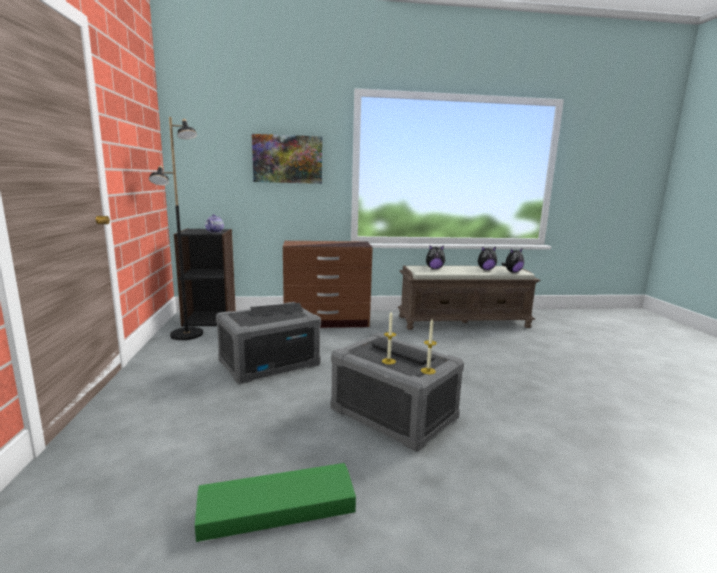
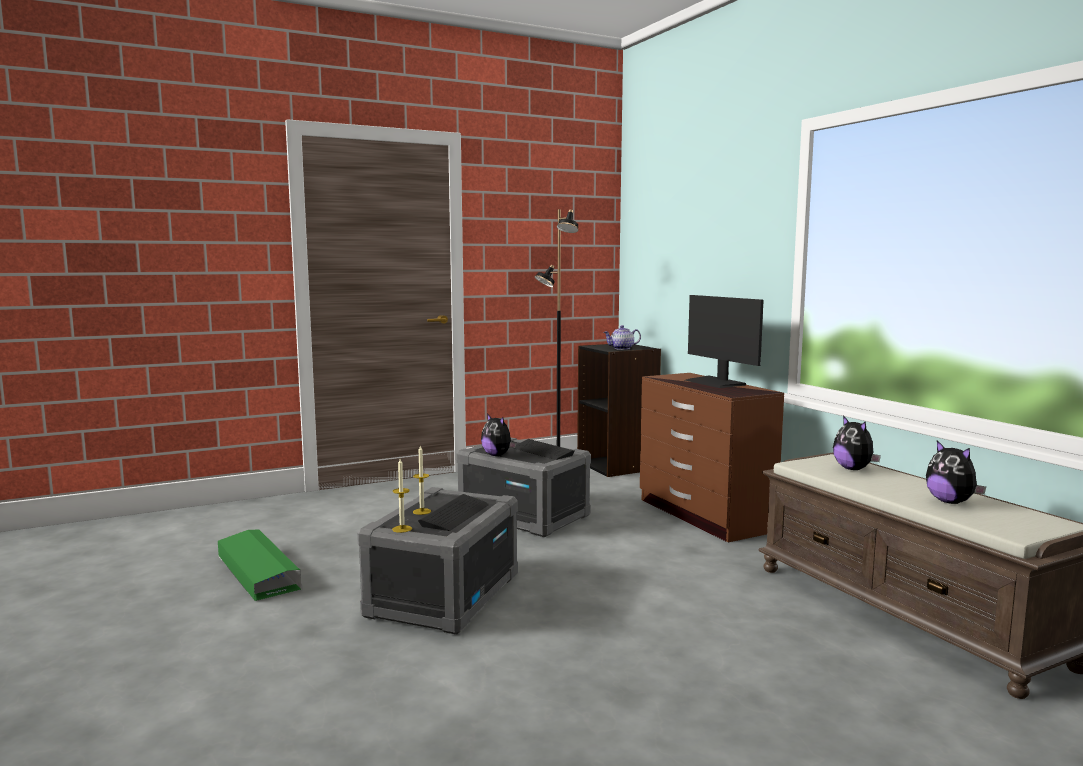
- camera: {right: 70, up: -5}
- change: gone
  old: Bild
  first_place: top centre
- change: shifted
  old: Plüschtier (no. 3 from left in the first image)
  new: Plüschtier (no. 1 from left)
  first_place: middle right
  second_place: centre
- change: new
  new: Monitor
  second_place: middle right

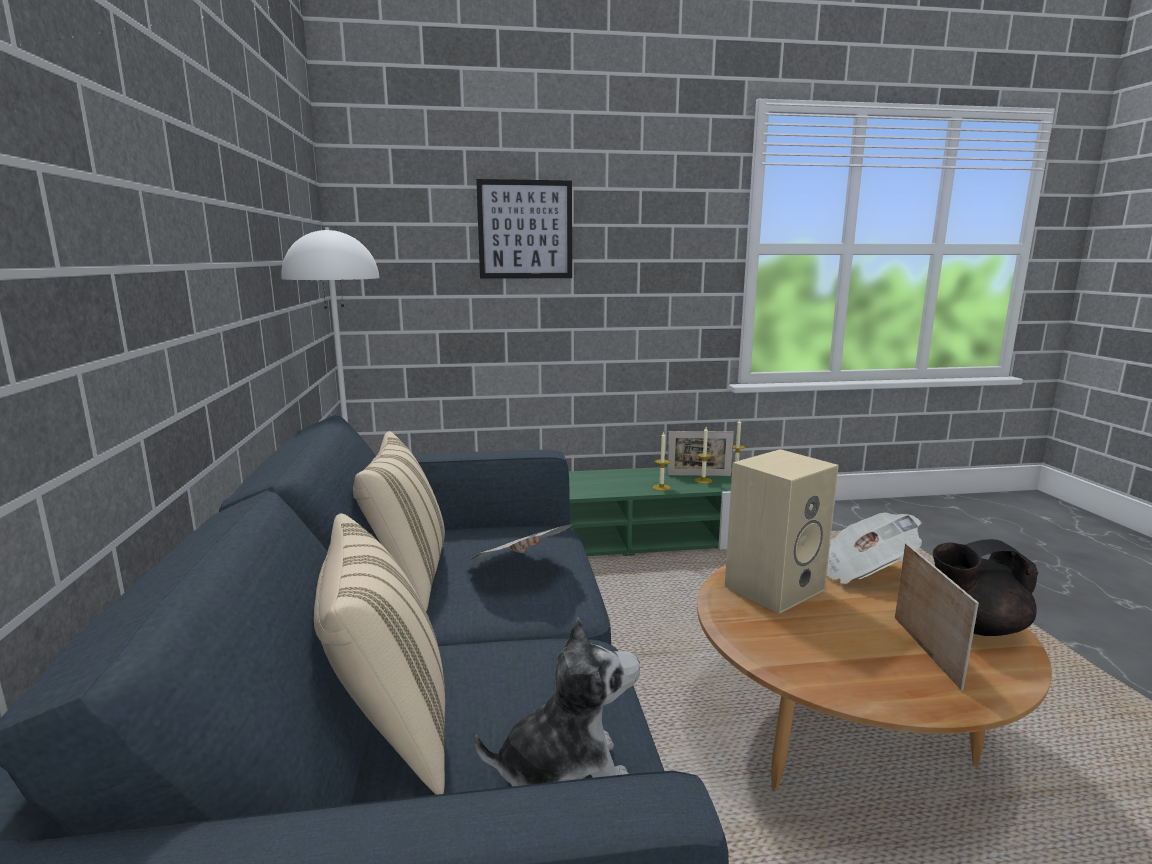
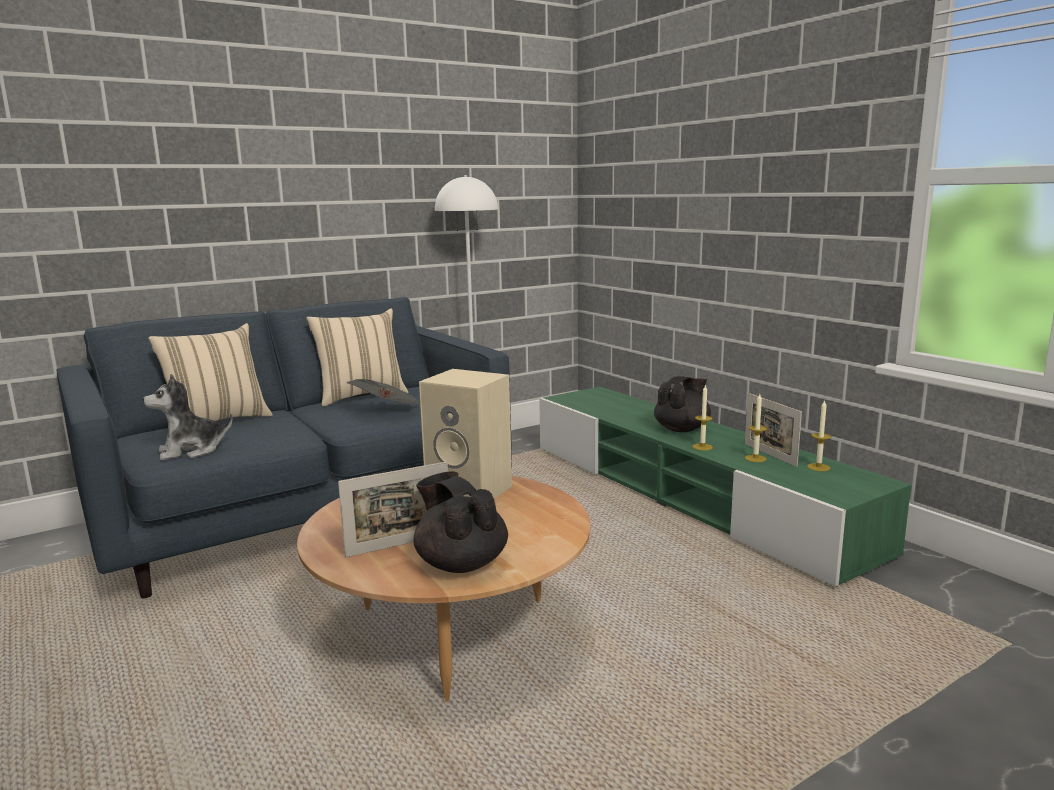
- camera: {right: 65, up: 0}
- change: rotated
  old: Plüschtier
  first_place: bottom centre
  second_place: middle left
  degrees: 105
- change: gone
  old: Bild
  first_place: top centre
- change: gone
  old: Zeitung (no. 2 from left)
  first_place: middle right
- change: new
  new: Teekanne/schwarz (no. 2 from left)
  second_place: centre

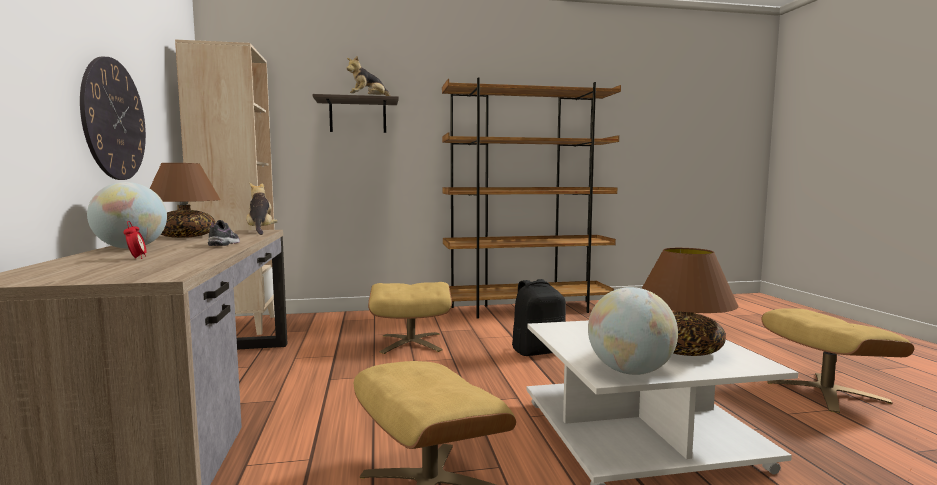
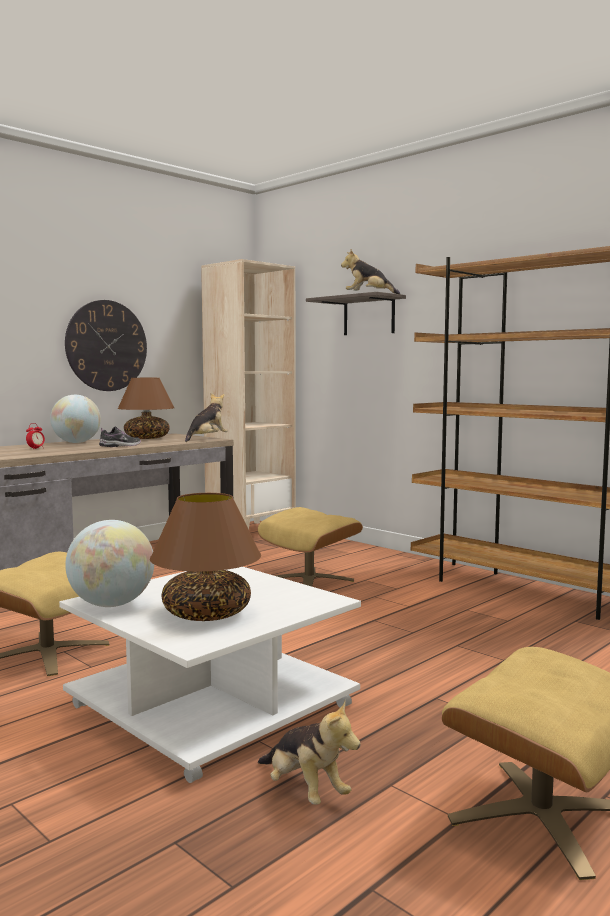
- camera: {right: 55, up: 0}
- change: gone
  old: Rucksack/schwarz
  first_place: centre
- change: new
  new: Plüschtier (no. 2 from left)
  second_place: bottom centre

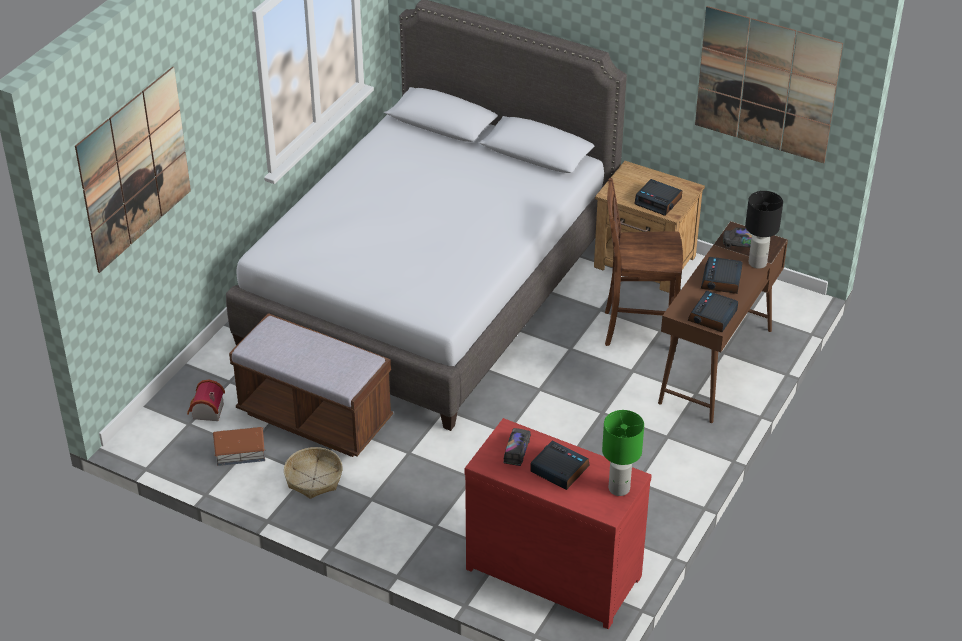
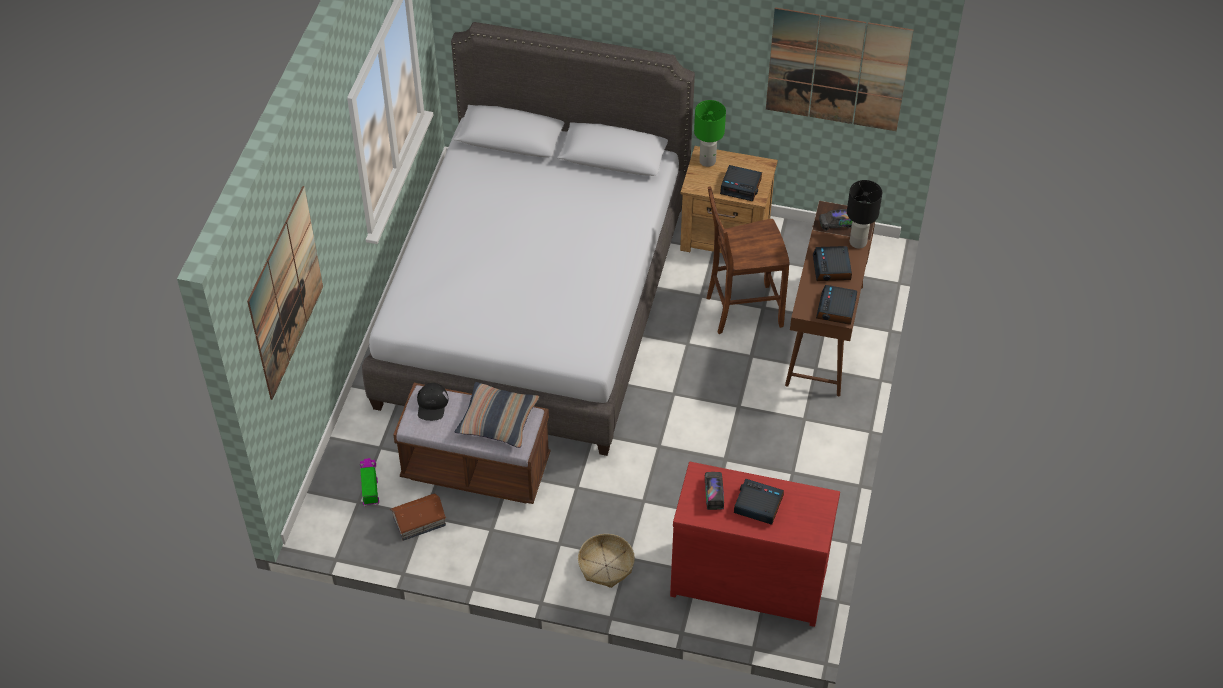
- camera: {right: -15, up: 10}
- change: swapped
  old: Spielzeughaus (no. 1 from left)
  new: Spielzeuglaster (no. 1 from left)
  first_place: middle left
  second_place: bottom left
- change: shifted
  old: Korb
  first_place: bottom left
  second_place: bottom centre
- change: shifted
  old: Tischlampe/grün
  first_place: bottom centre
  second_place: top centre
- change: new
  new: Kappe/schwarz
  second_place: centre
- change: new
  new: Kissen
  second_place: centre

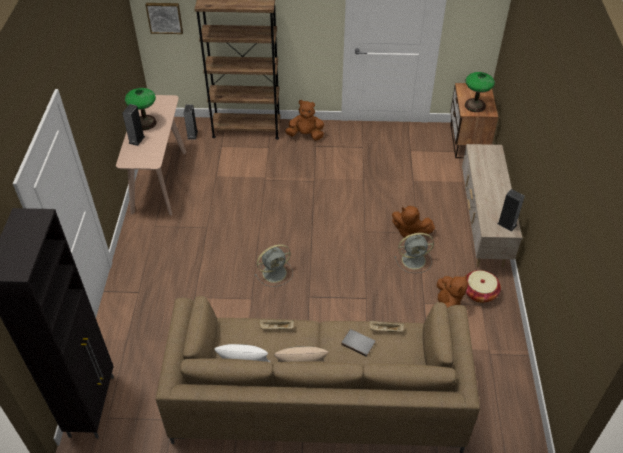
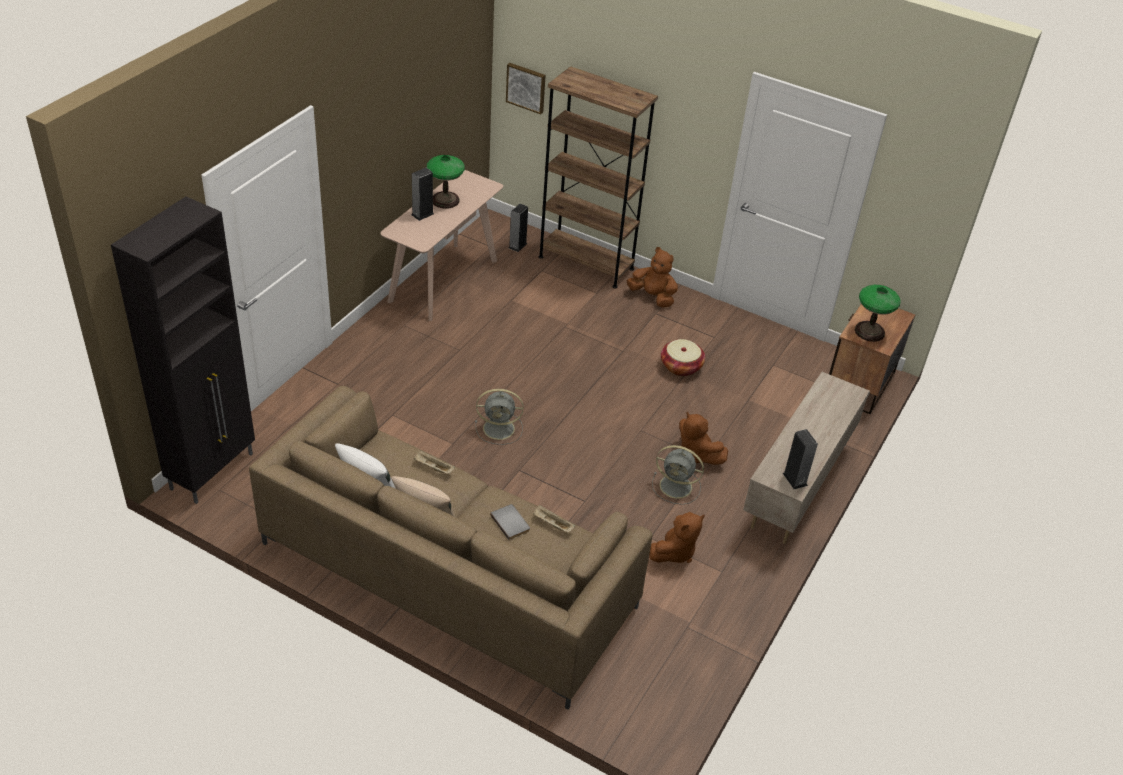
- camera: {right: 25, up: -5}
- change: shifted
  old: Korb
  first_place: middle right
  second_place: centre

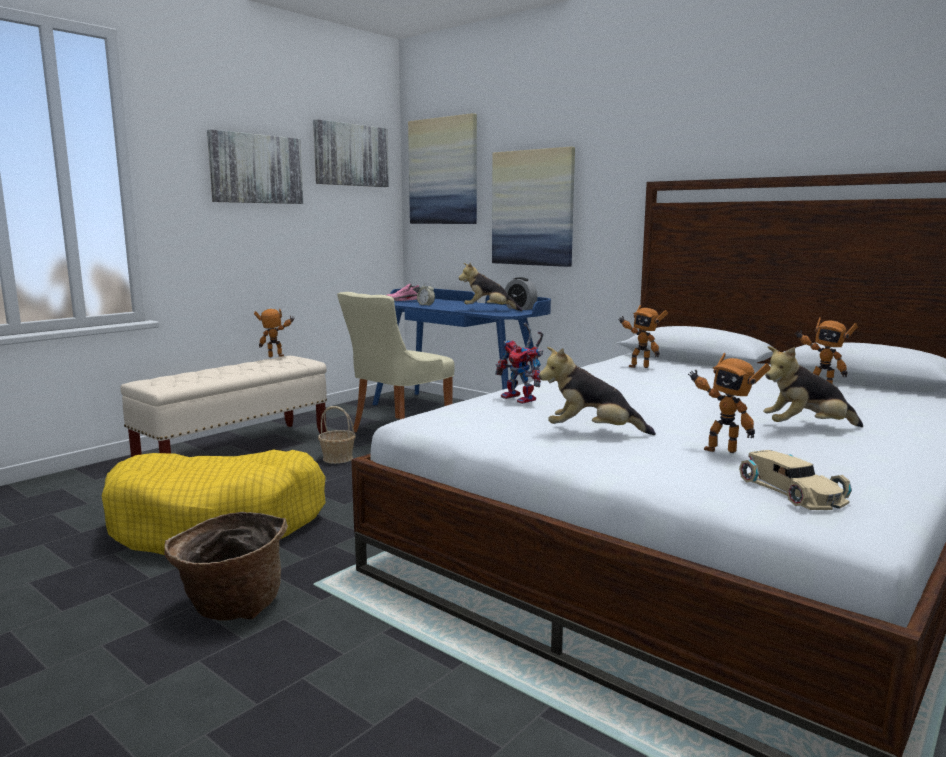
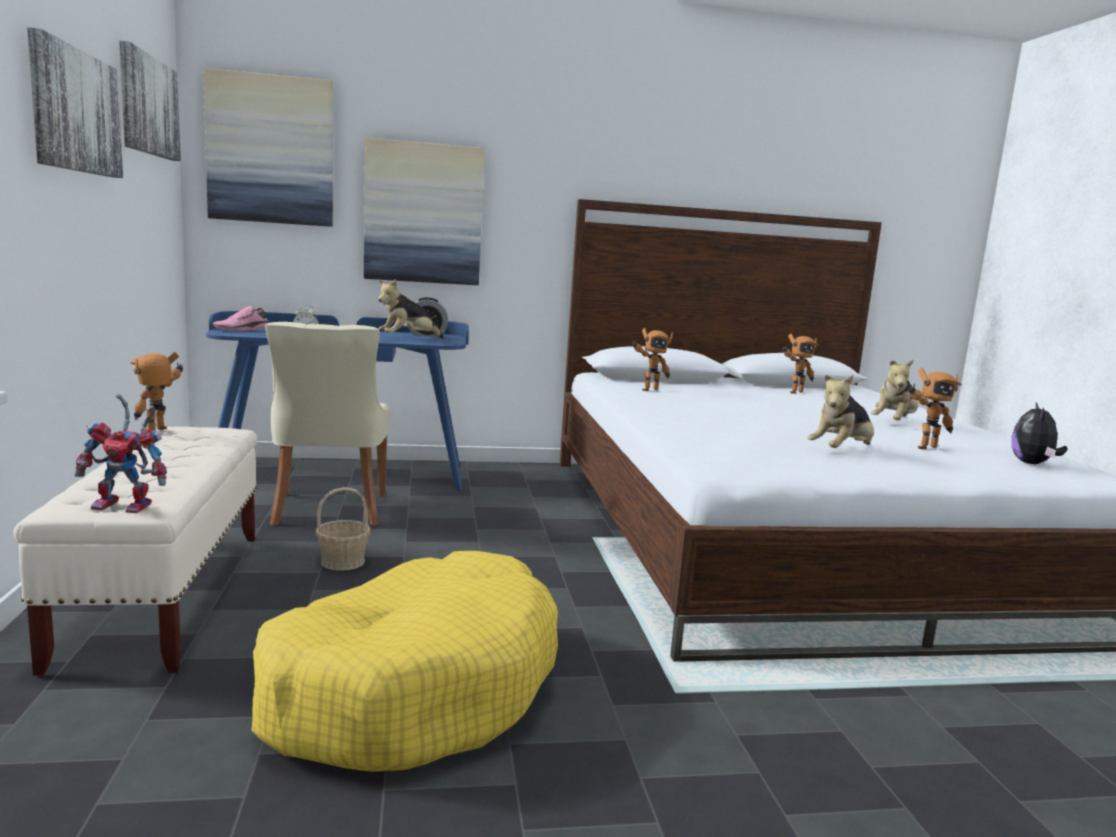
- camera: {right: -50, up: 0}
- change: gone
  old: Korb (no. 1 from left)
  first_place: bottom left
- change: shifted
  old: Spielzeugroboter (no. 2 from left in the first image)
  new: Spielzeugroboter (no. 1 from left)
  first_place: centre
  second_place: middle left
- change: swapped
  old: Spielzeugauto/beige
  new: Plüschtier (no. 4 from left)
  first_place: middle right
  second_place: middle right

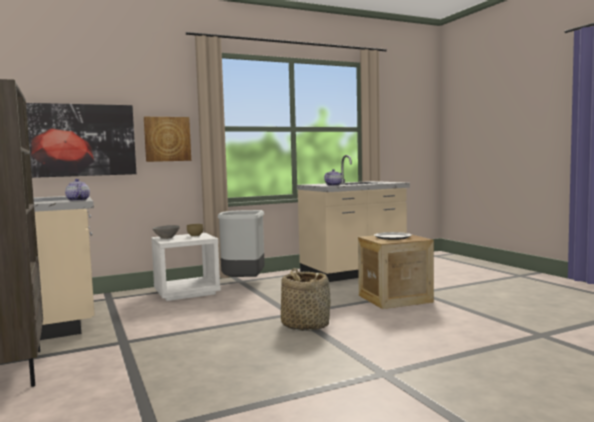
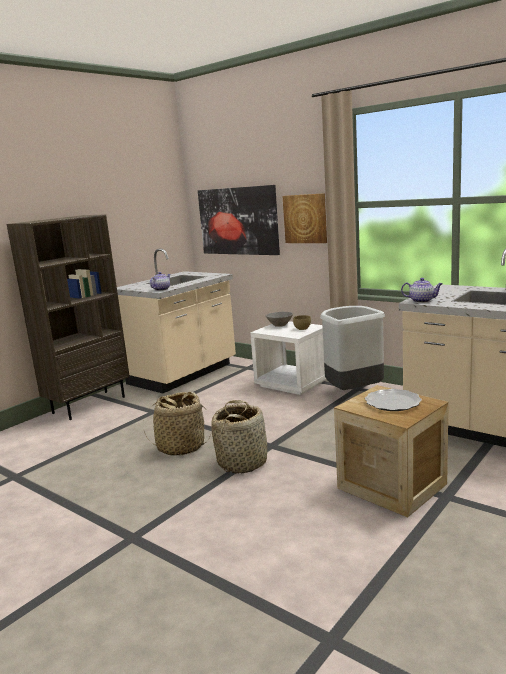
- camera: {right: 65, up: 10}
- change: new
  new: Korb (no. 1 from left)
  second_place: centre

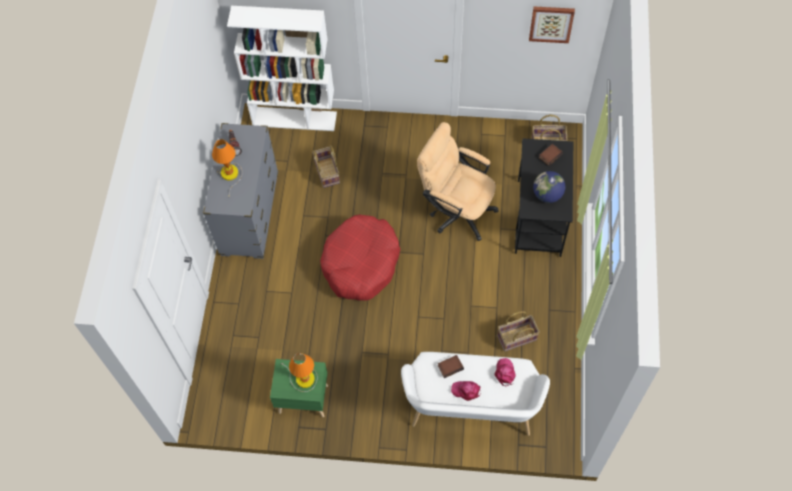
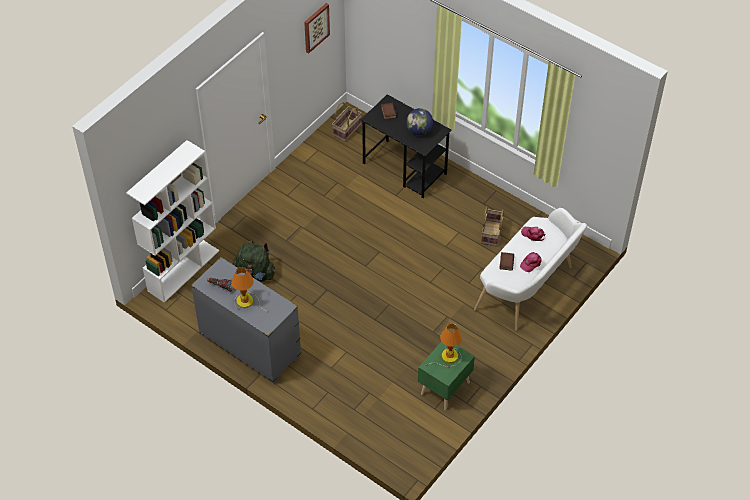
- camera: {right: -60, up: -10}
- change: swapped
  old: Korb (no. 1 from left)
  new: Rucksack/grün
  first_place: centre
  second_place: centre
- change: gone
  old: Hundebett/rot
  first_place: centre
- change: gone
  old: Bürostuhl/beige
  first_place: centre

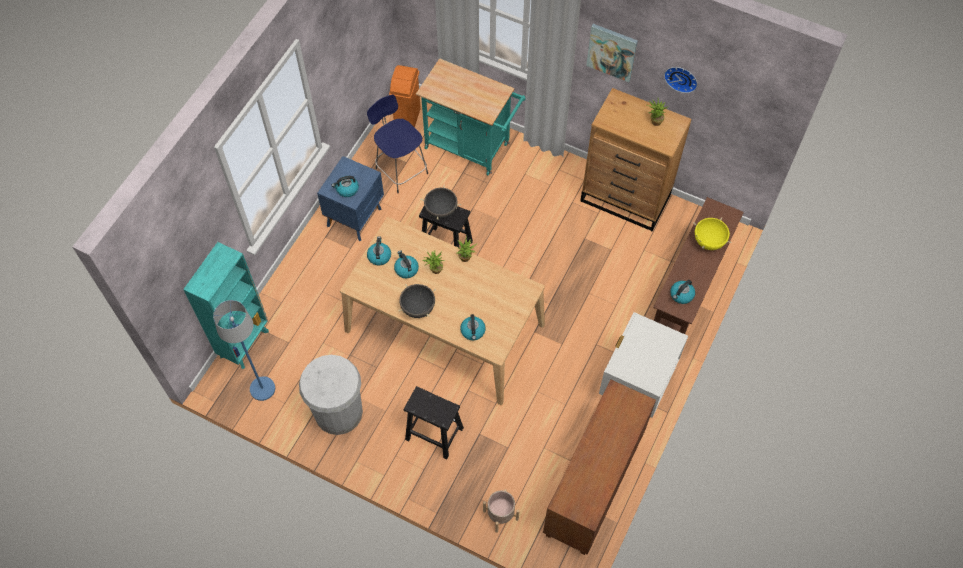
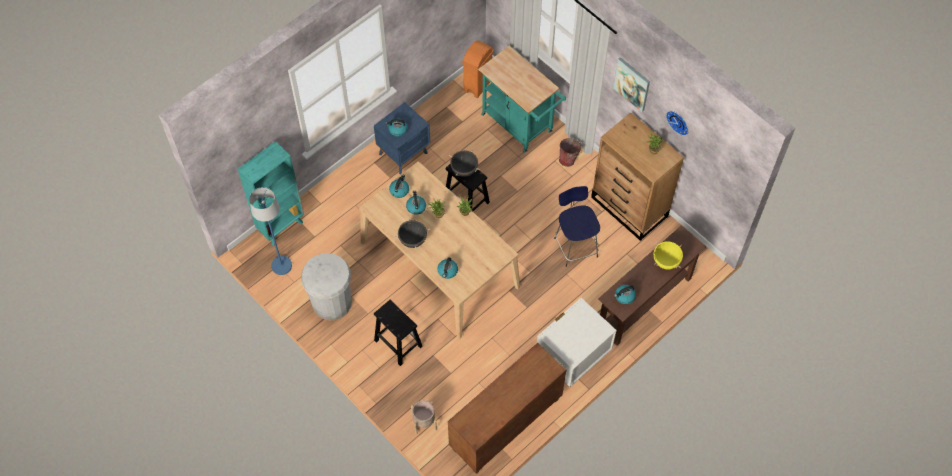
- camera: {right: 20, up: 0}
- change: shifted
  old: Hocker/blau
  first_place: top centre
  second_place: centre
- change: new
  new: Eimer
  second_place: top centre

